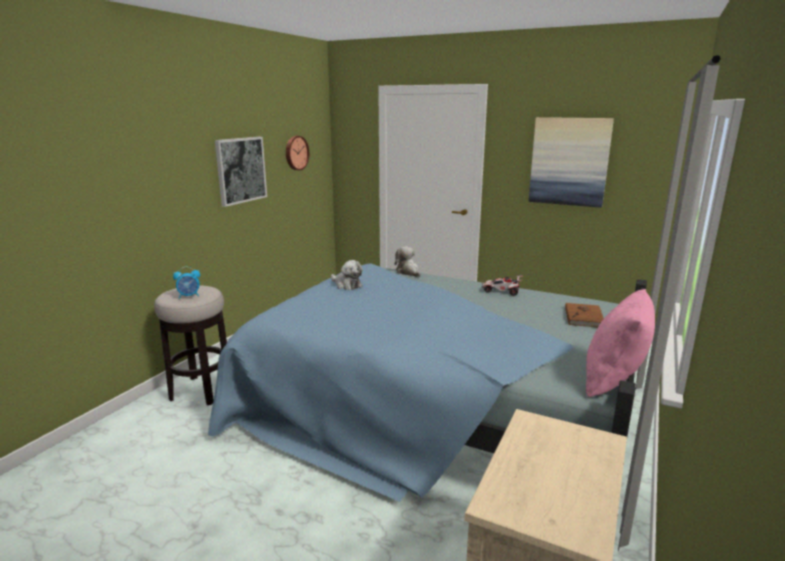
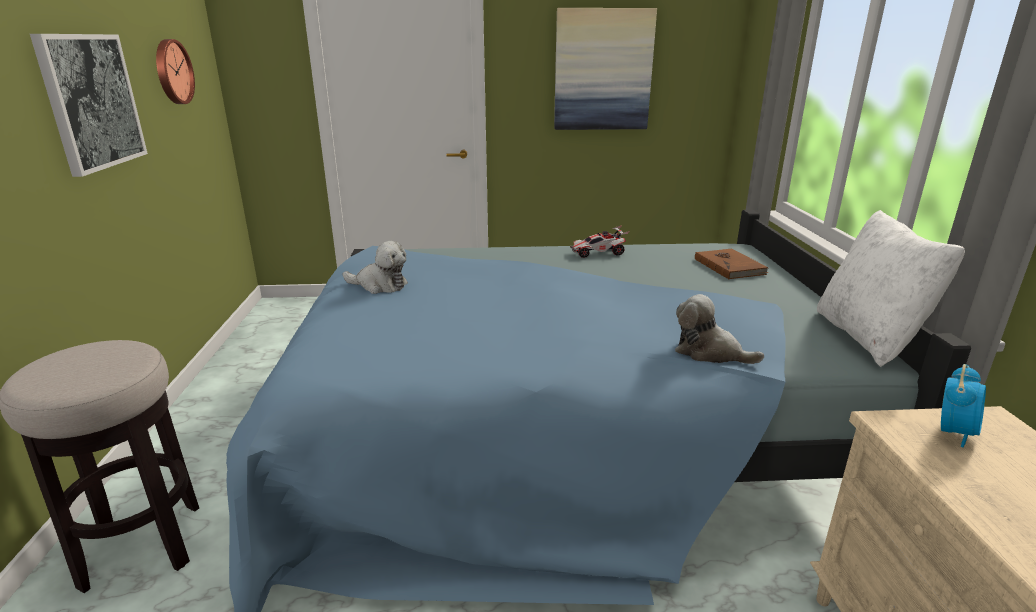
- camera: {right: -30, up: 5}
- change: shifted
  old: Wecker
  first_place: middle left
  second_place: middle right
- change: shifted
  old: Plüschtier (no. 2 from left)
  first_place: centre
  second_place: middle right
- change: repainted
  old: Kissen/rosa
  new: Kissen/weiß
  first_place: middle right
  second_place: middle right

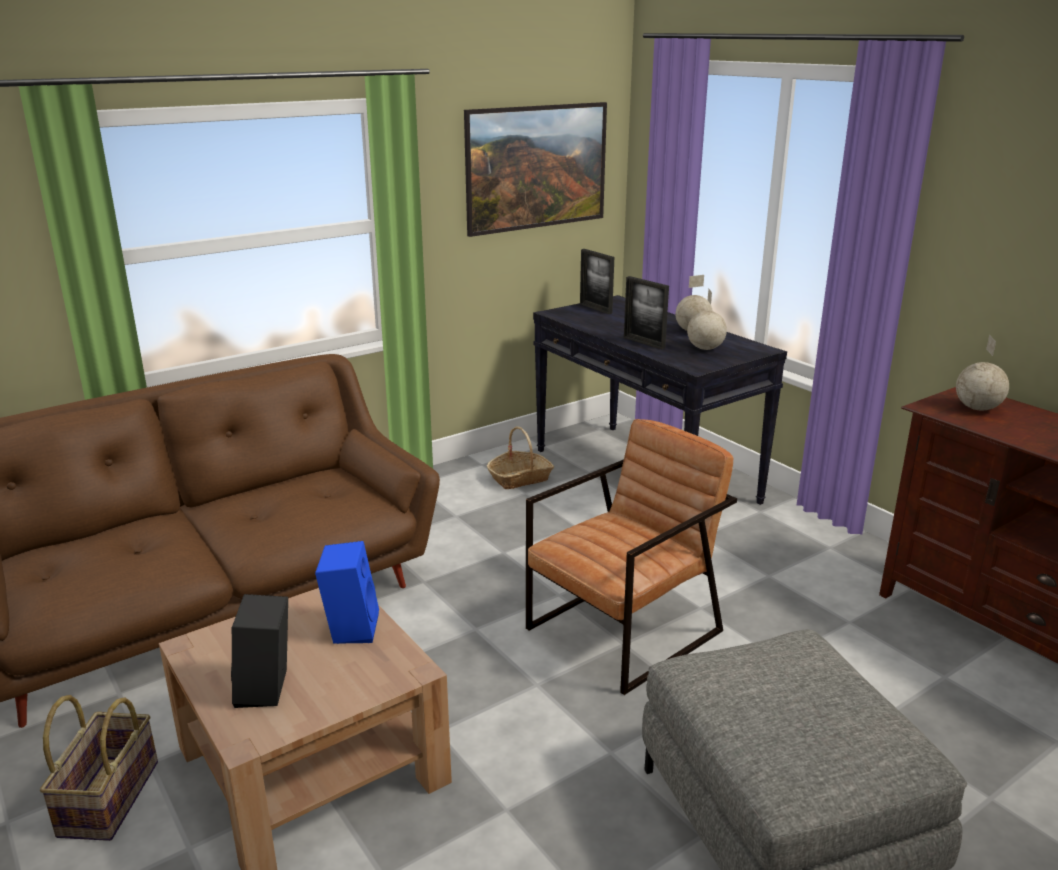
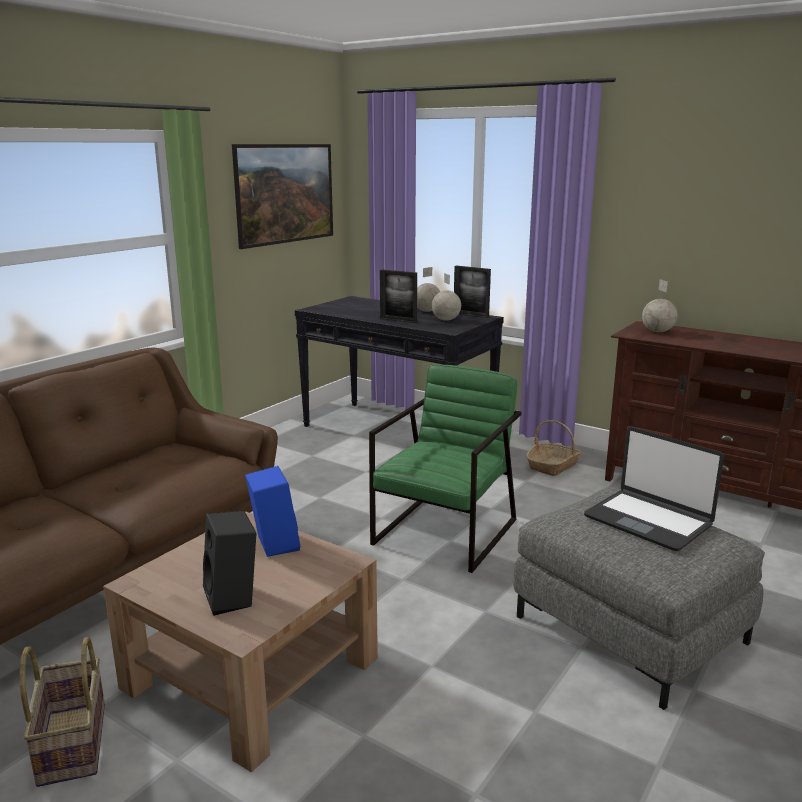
- camera: {right: -20, up: -5}
- change: shifted
  old: Korb (no. 2 from left)
  first_place: centre
  second_place: middle right
- change: repainted
  old: Sessel/braun
  new: Sessel/grün
  first_place: centre
  second_place: centre
- change: shifted
  old: Bilderrahmen (no. 1 from left in the first image)
  new: Bilderrahmen (no. 2 from left)
  first_place: top centre
  second_place: centre
- change: new
  new: Laptop
  second_place: middle right

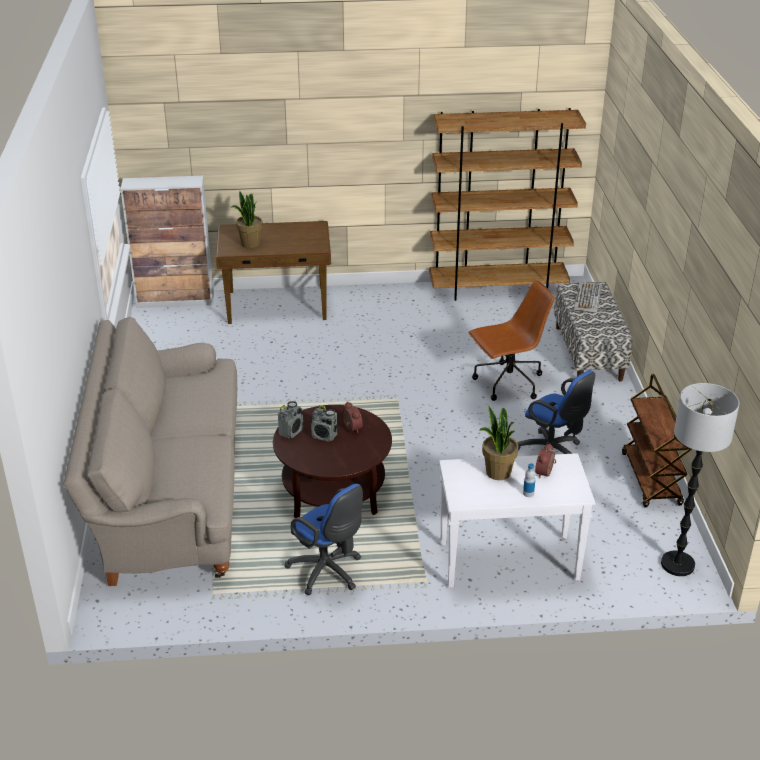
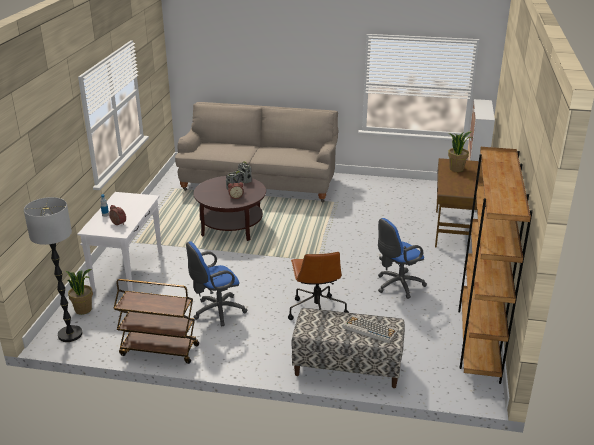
- camera: {right: 105, up: -5}
- change: shifted
  old: Bürostuhl/blau (no. 1 from left in the first image)
  new: Bürostuhl/blau (no. 2 from left)
  first_place: bottom centre
  second_place: middle right
- change: shifted
  old: Topfpflanze (no. 2 from left in the first image)
  new: Topfpflanze (no. 1 from left)
  first_place: centre
  second_place: middle left

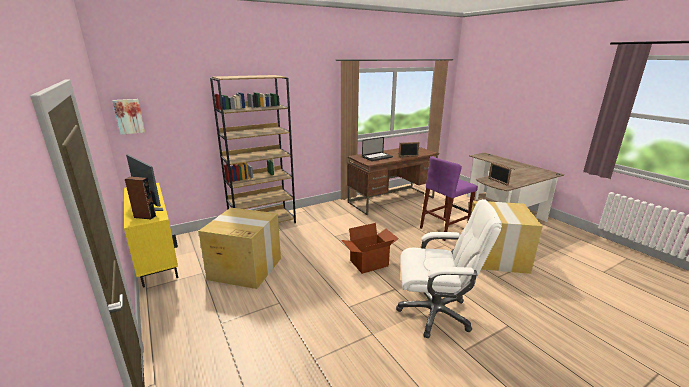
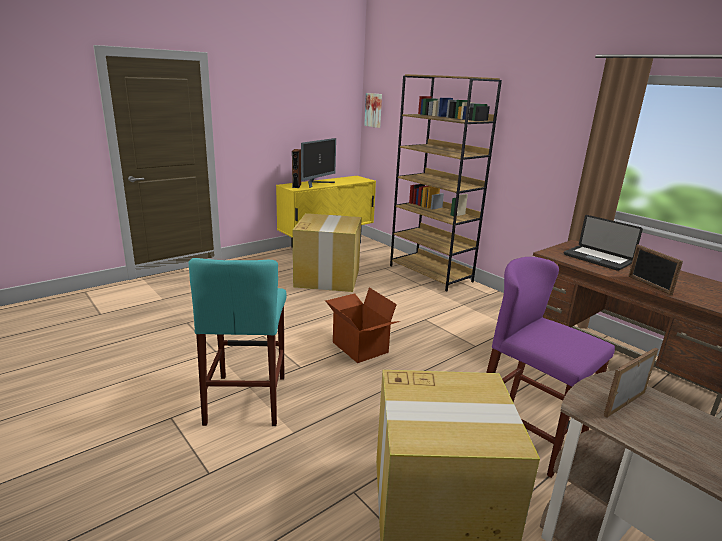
- camera: {right: 80, up: 0}
- change: swapped
  old: Bürostuhl/weiß
  new: Hocker/türkis
  first_place: bottom centre
  second_place: middle left

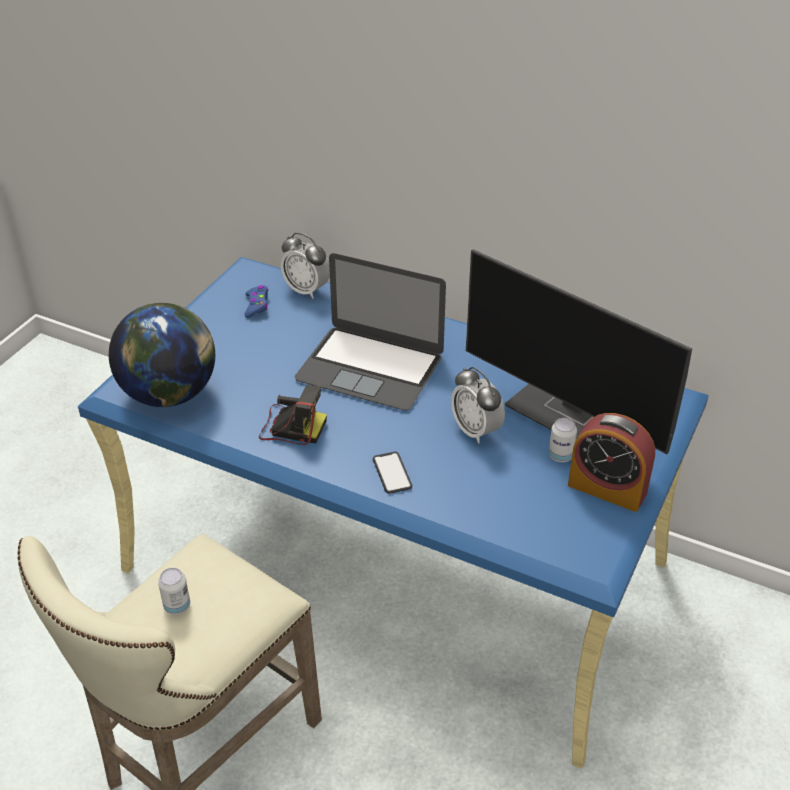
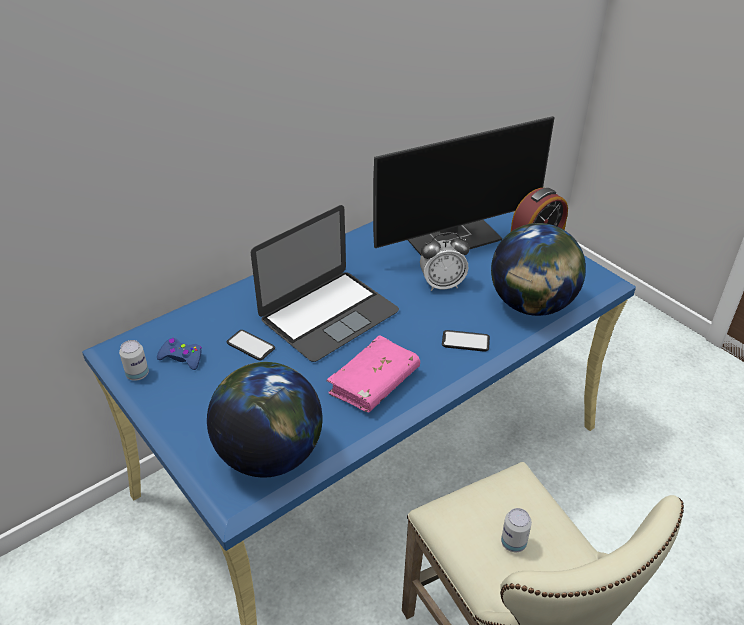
- camera: {right: -65, up: 0}
- change: swapped
  old: Kamera
  new: Buch/rosa
  first_place: centre
  second_place: centre
- change: gone
  old: Wecker (no. 1 from left)
  first_place: centre
- change: shifted
  old: Dose (no. 2 from left in the first image)
  new: Dose (no. 1 from left)
  first_place: middle right
  second_place: middle left
- change: new
  new: Handy (no. 1 from left)
  second_place: centre
- change: new
  new: Globus (no. 2 from left)
  second_place: middle right

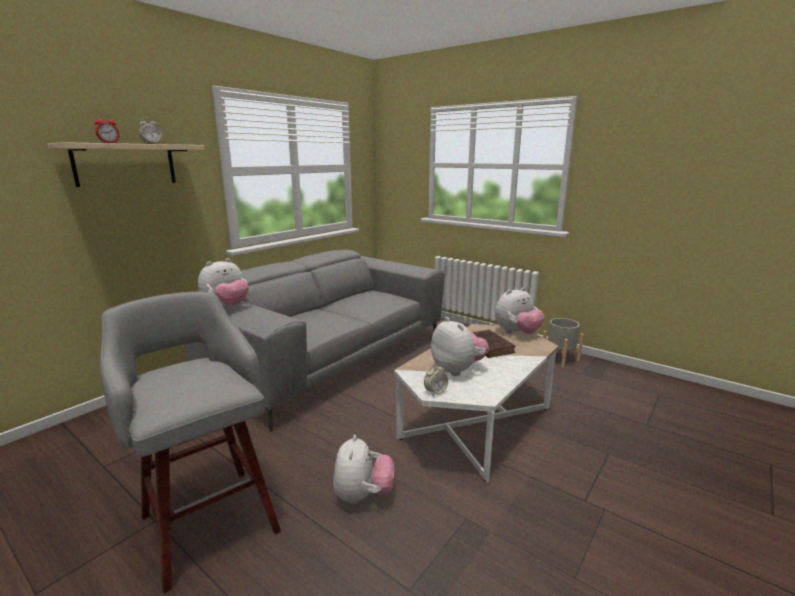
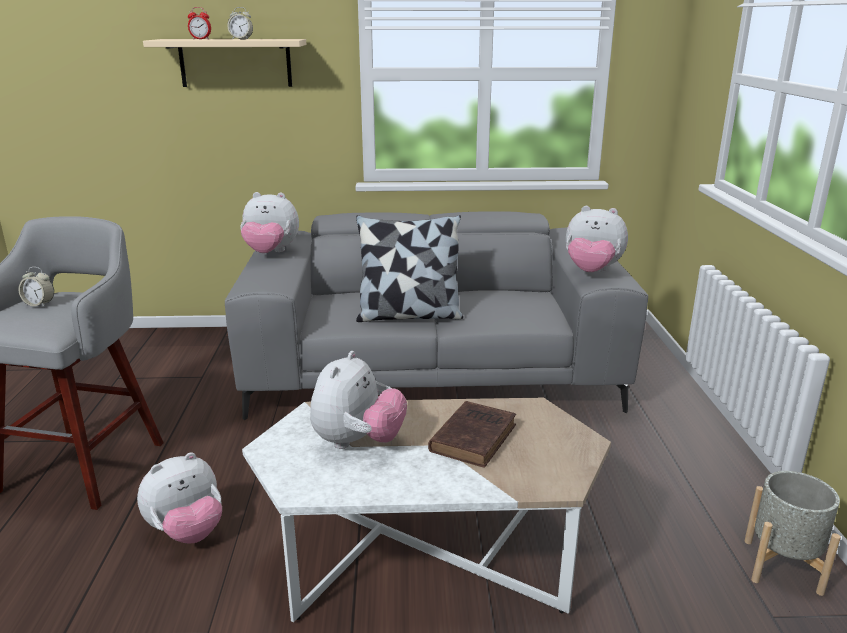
- camera: {right: 50, up: 5}
- change: shifted
  old: Wecker (no. 3 from left in the first image)
  new: Wecker (no. 1 from left)
  first_place: centre
  second_place: middle left
- change: shifted
  old: Plüschtier (no. 4 from left)
  first_place: centre
  second_place: middle right
- change: new
  new: Kissen
  second_place: centre

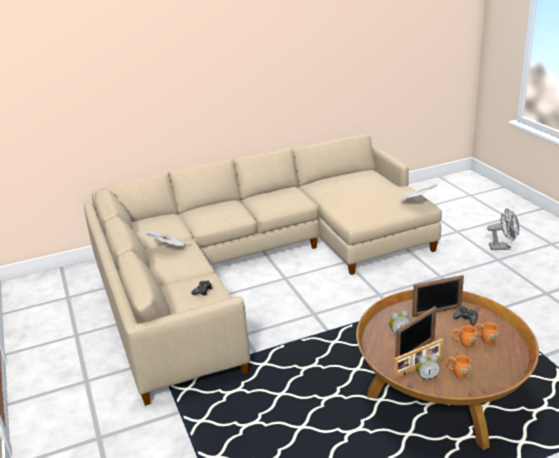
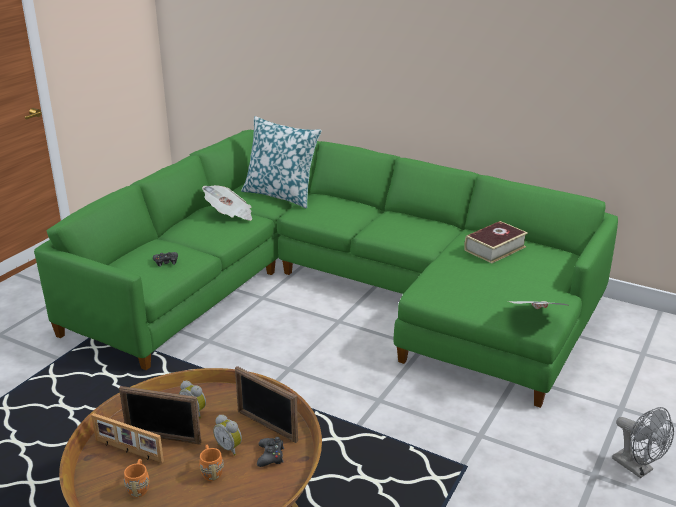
- camera: {right: 50, up: 0}
- change: repainted
  old: Sofa/beige
  new: Sofa/grün
  first_place: centre
  second_place: centre
- change: shifted
  old: Wecker (no. 2 from left)
  first_place: bottom right
  second_place: bottom centre
- change: gone
  old: Henkelbecher/orange (no. 3 from left)
  first_place: bottom right
- change: new
  new: Kissen
  second_place: top centre
- change: new
  new: Buch
  second_place: middle right

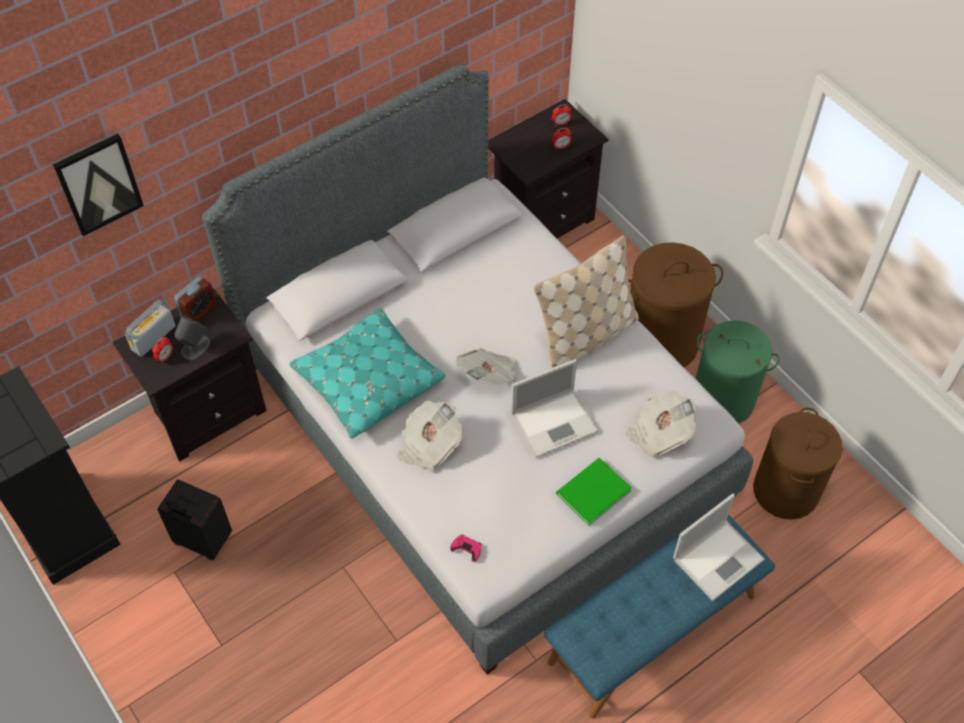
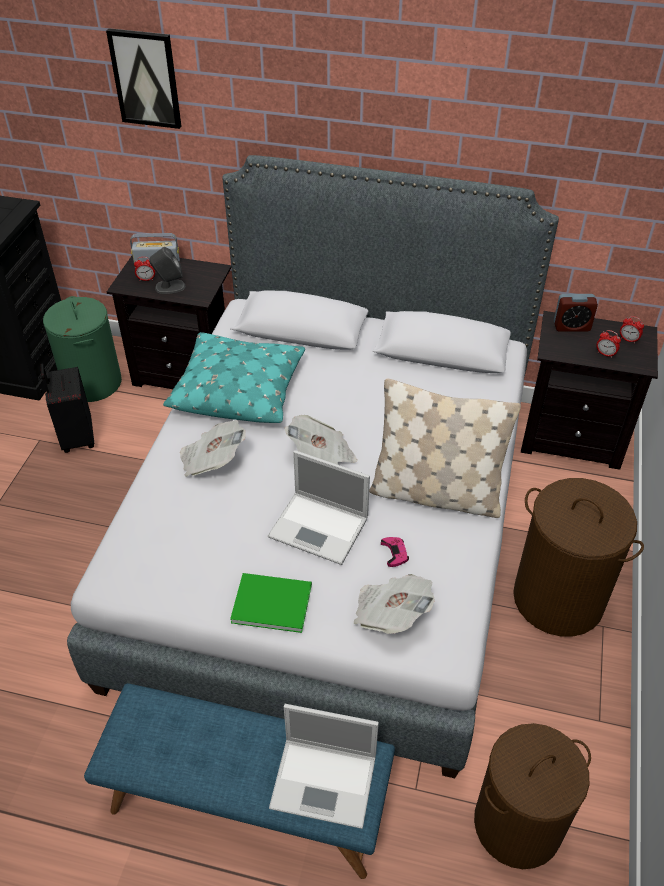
- camera: {right: 50, up: -10}
- change: shifted
  old: Wecker (no. 2 from left)
  first_place: middle left
  second_place: middle right
- change: shifted
  old: Gamepad/rosa
  first_place: bottom centre
  second_place: centre
- change: shifted
  old: Wäschekorb/grün
  first_place: middle right
  second_place: middle left

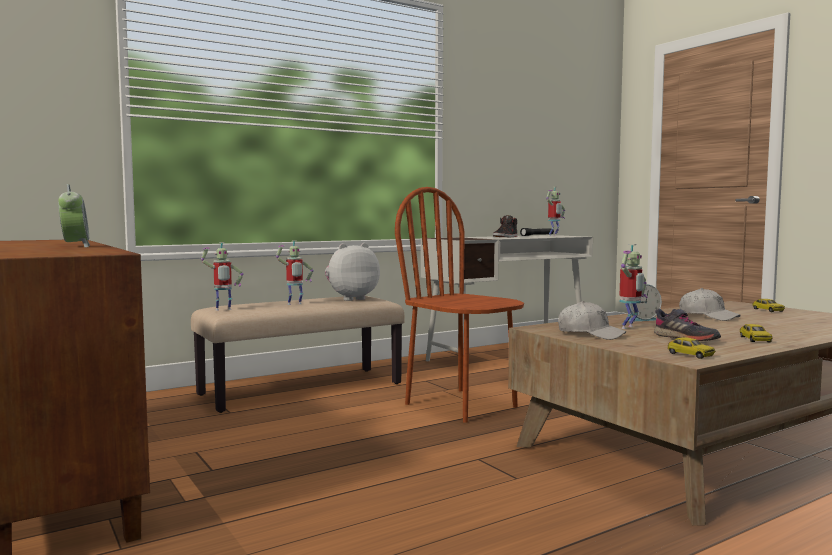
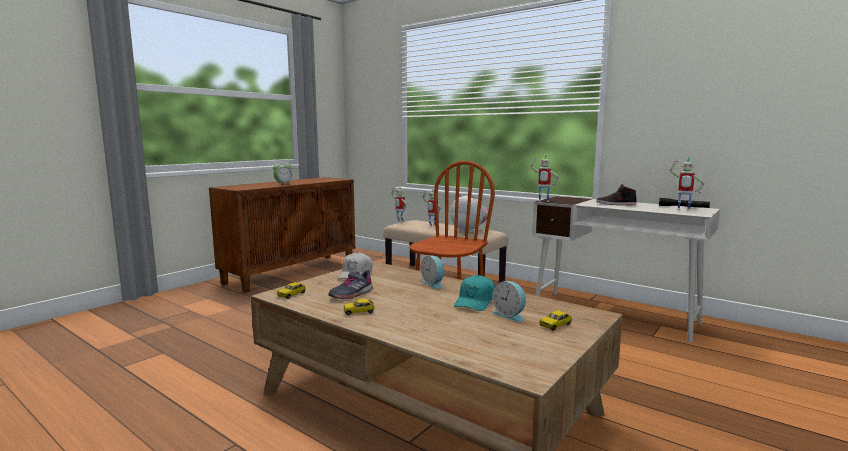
- camera: {right: 70, up: 5}
- change: shifted
  old: Spielzeugroboter (no. 4 from left in the first image)
  new: Spielzeugroboter (no. 3 from left)
  first_place: middle right
  second_place: centre
- change: repainted
  old: Kappe/weiß (no. 2 from left)
  new: Kappe/türkis
  first_place: middle right
  second_place: centre
- change: new
  new: Wecker (no. 3 from left)
  second_place: bottom centre

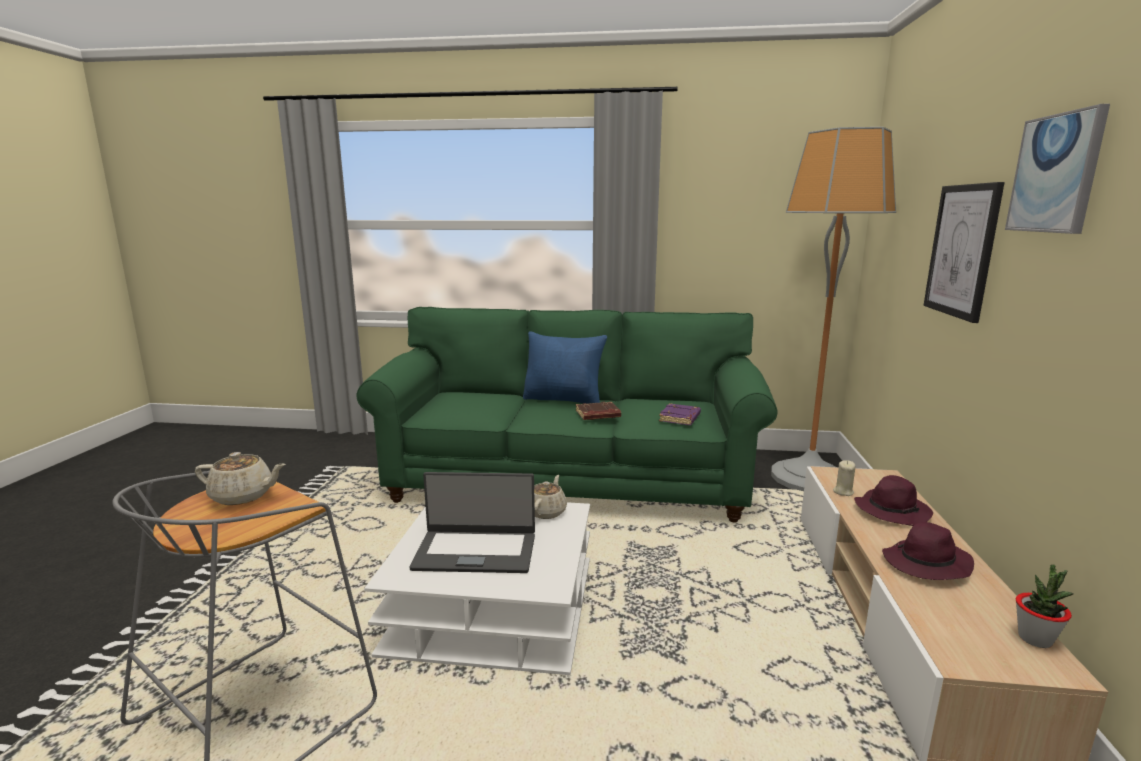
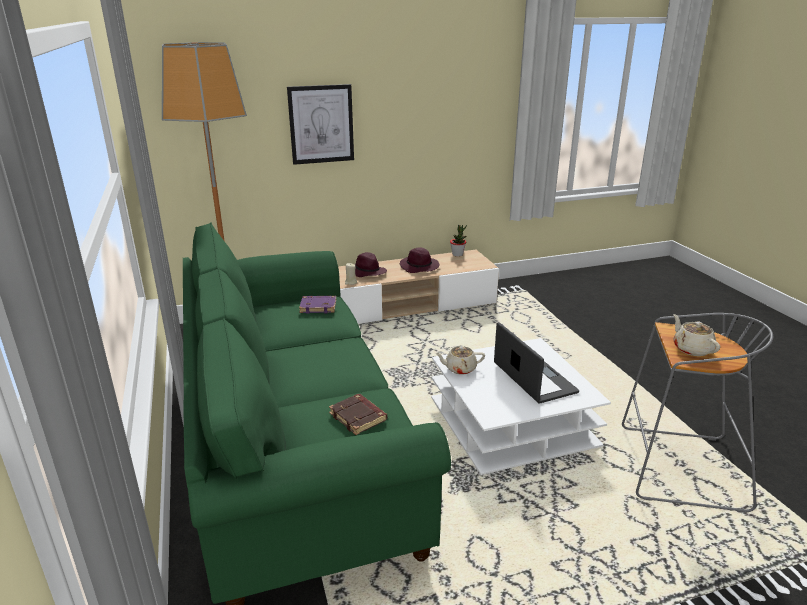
- camera: {right: -115, up: 10}
- change: gone
  old: Kissen/blau
  first_place: centre
- change: shifted
  old: Buch/braun
  first_place: centre
  second_place: bottom centre
- change: gone
  old: Bild (no. 2 from left)
  first_place: top right

